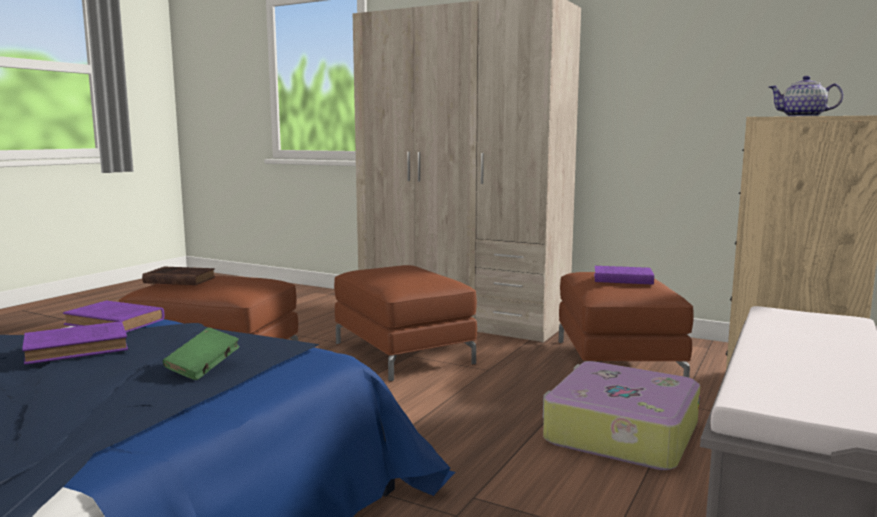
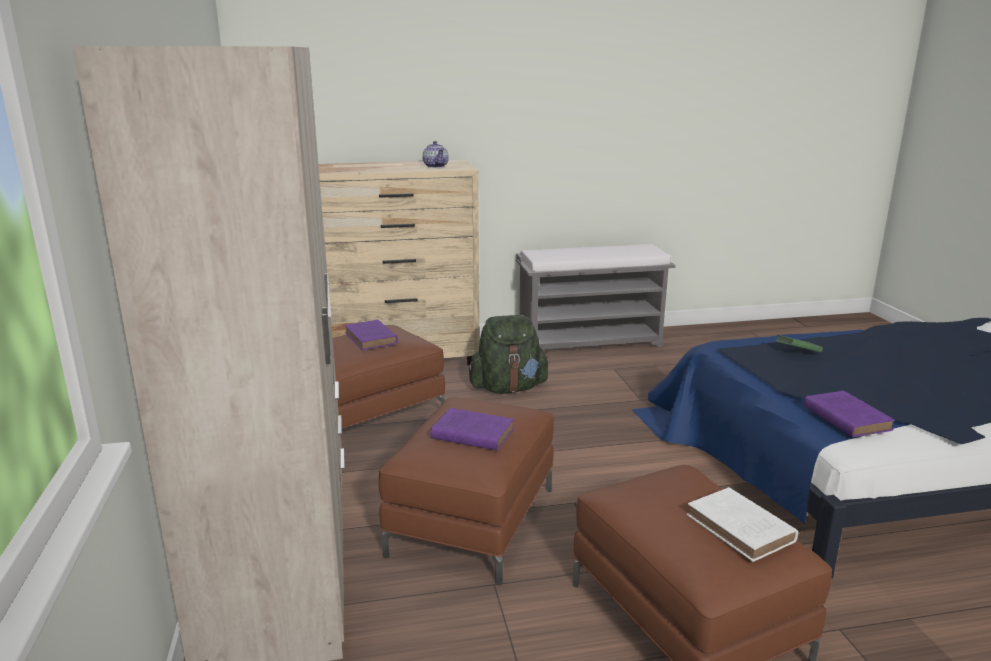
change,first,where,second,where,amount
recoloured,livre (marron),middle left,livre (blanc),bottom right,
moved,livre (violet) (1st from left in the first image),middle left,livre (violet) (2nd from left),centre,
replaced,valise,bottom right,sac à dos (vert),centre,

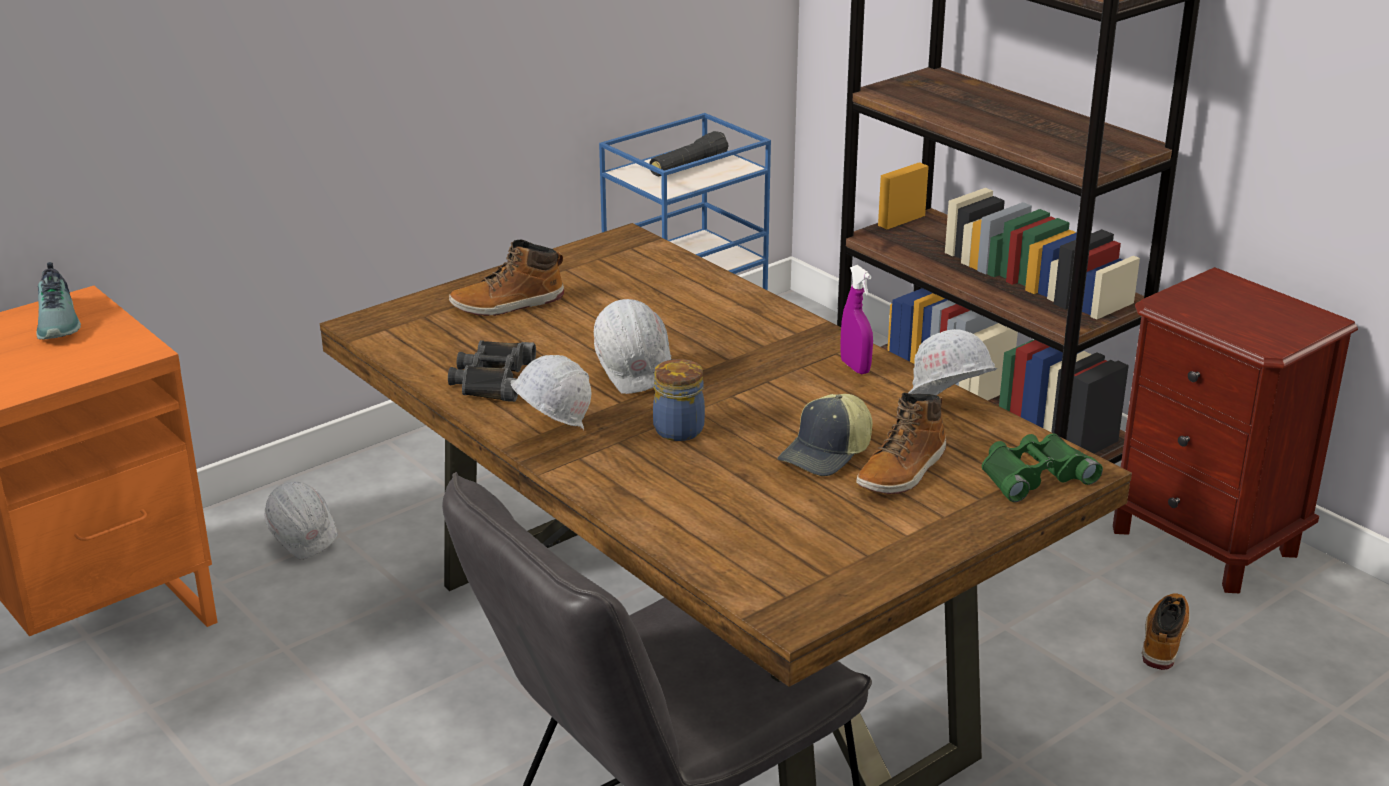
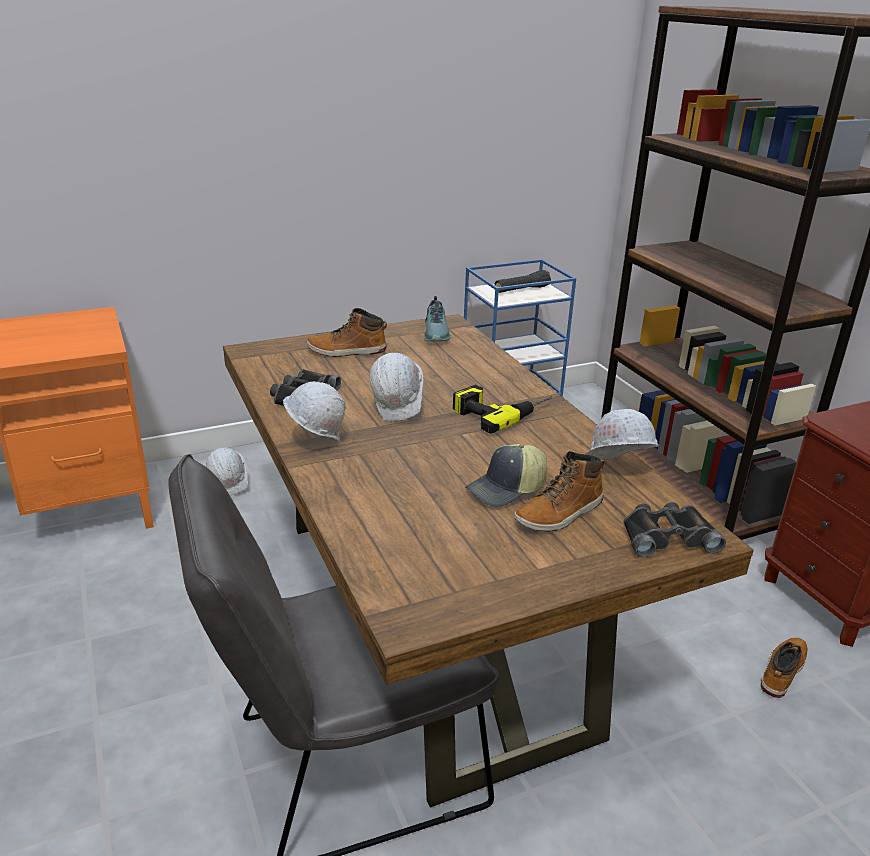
change,first,where,second,where,amount
moved,chaussure,middle left,,centre,
removed,vaporisateur (violet),centre,,,
removed,bocal,centre,,,
recoloured,jumelles (vert),middle right,jumelles (noir) (2nd from left),middle right,
added,,,perceuse,centre,

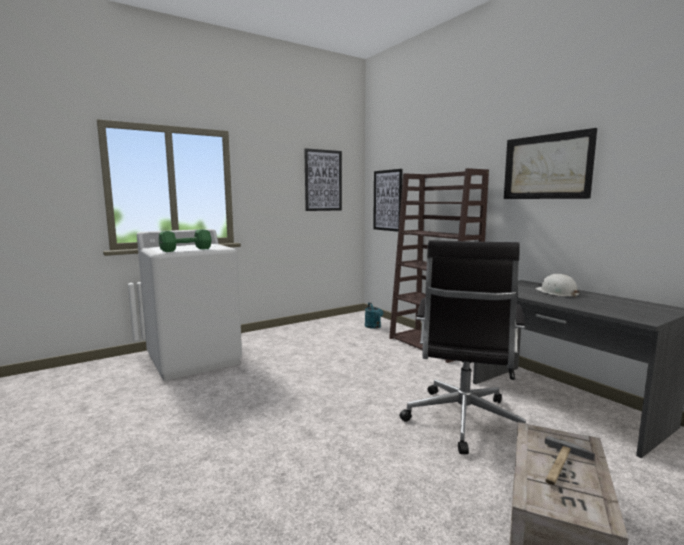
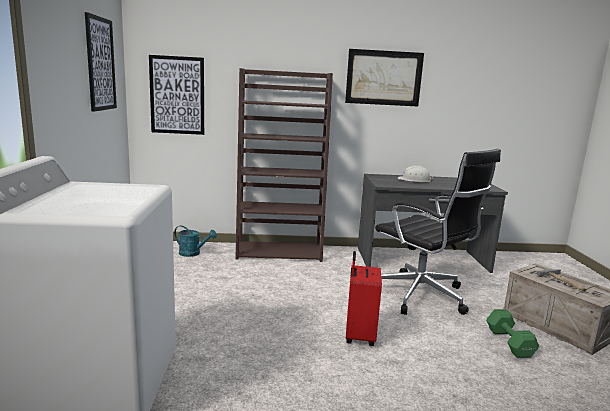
change,first,where,second,where,amount
moved,haltère (vert),middle left,,bottom right,
added,,,valise (rouge),bottom centre,

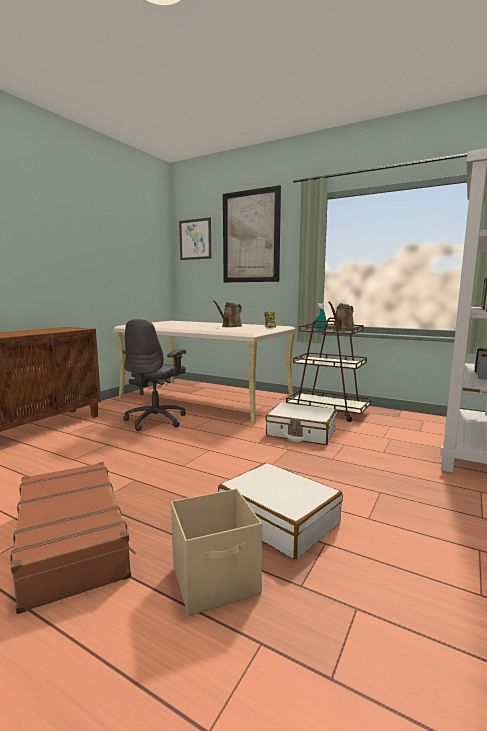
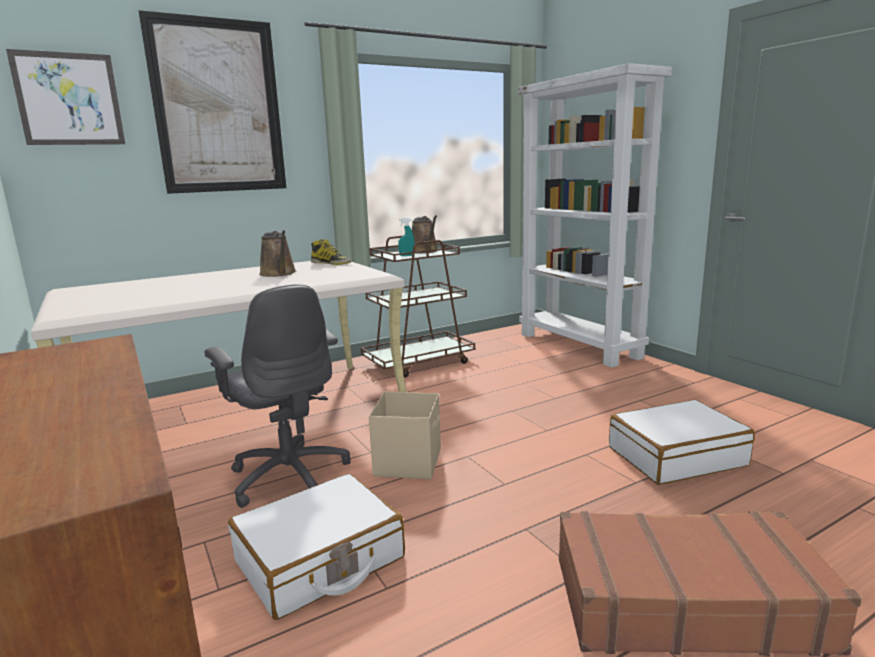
change,first,where,second,where,amount
moved,valise (blanc) (2nd from left in the first image),centre,valise (blanc) (1st from left),bottom centre,
moved,boîte de rangement (beige),bottom centre,,centre,

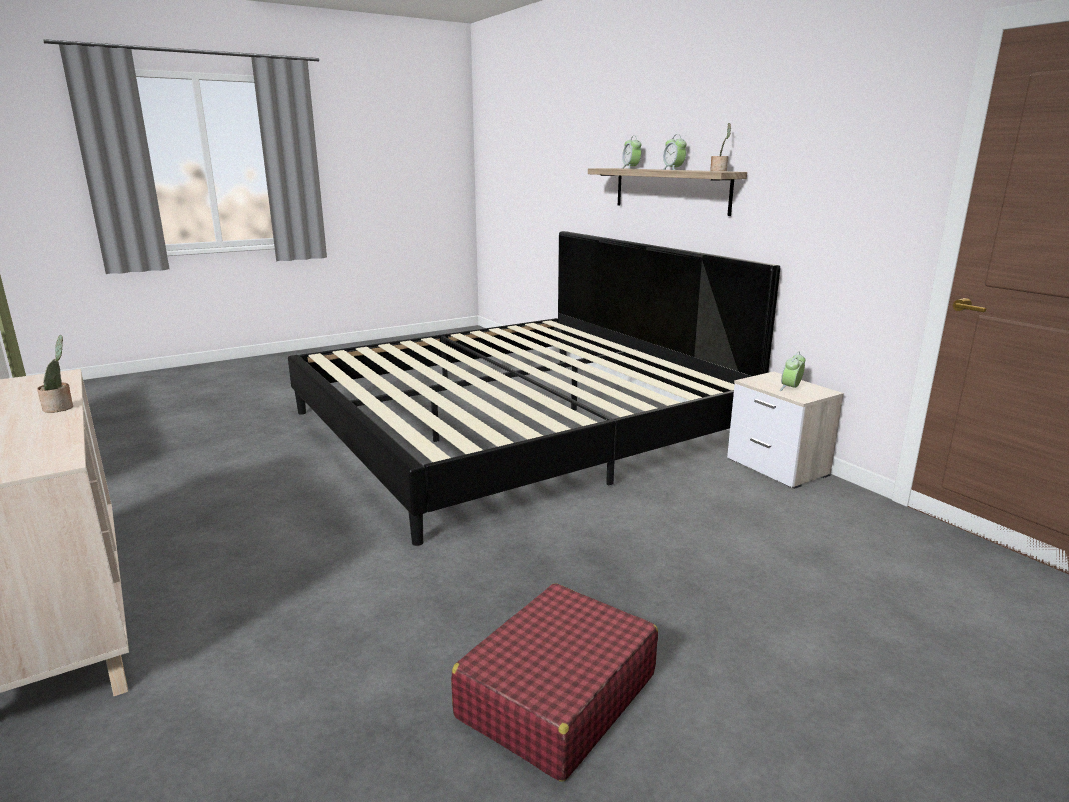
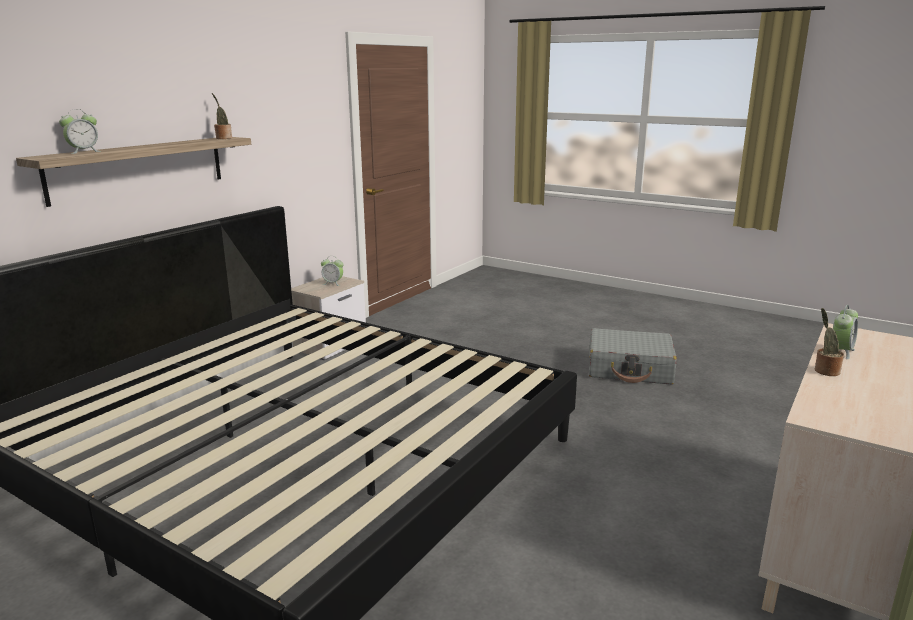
change,first,where,second,where,amount
moved,réveil (2nd from left in the first image),top centre,réveil (3rd from left),middle right,
recoloured,valise (rouge),bottom centre,valise (gris),middle right,

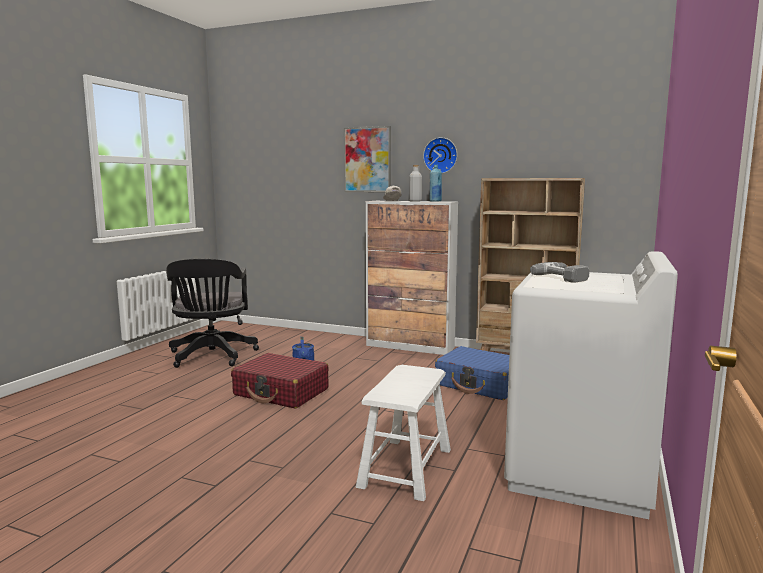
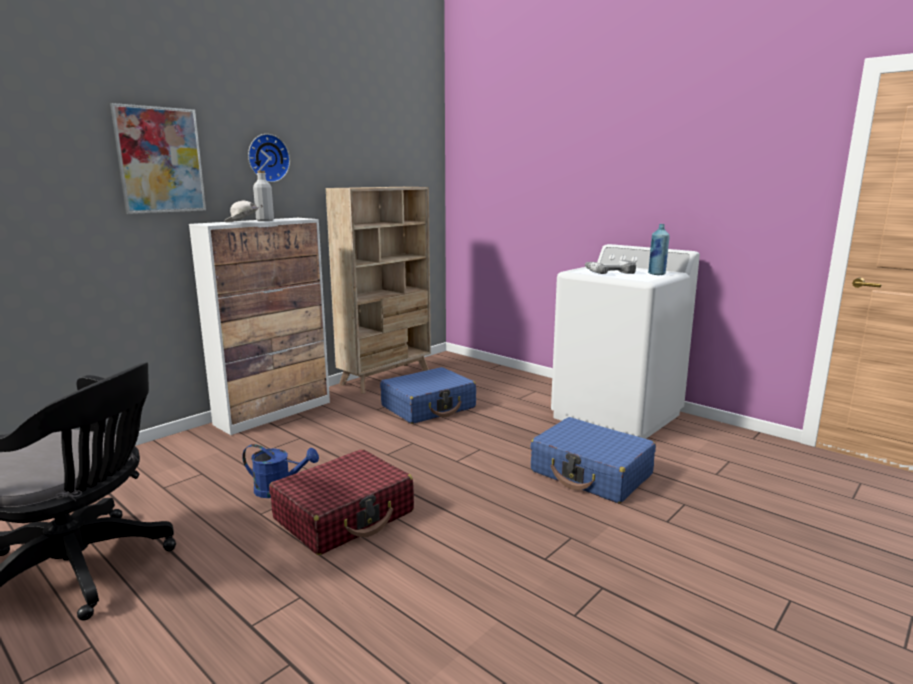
change,first,where,second,where,amount
moved,bouteille (bleu),top centre,,middle right,
replaced,tabouret (blanc),bottom centre,valise (bleu) (2nd from left),bottom centre,

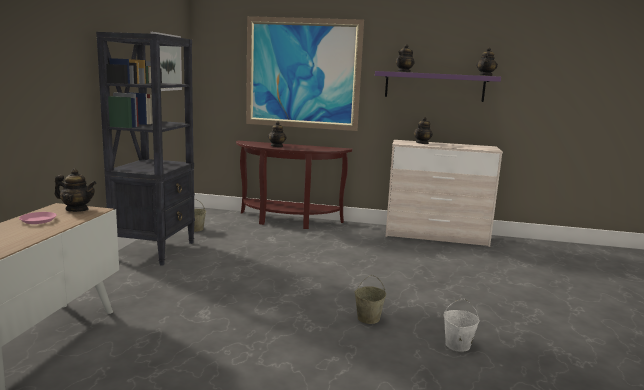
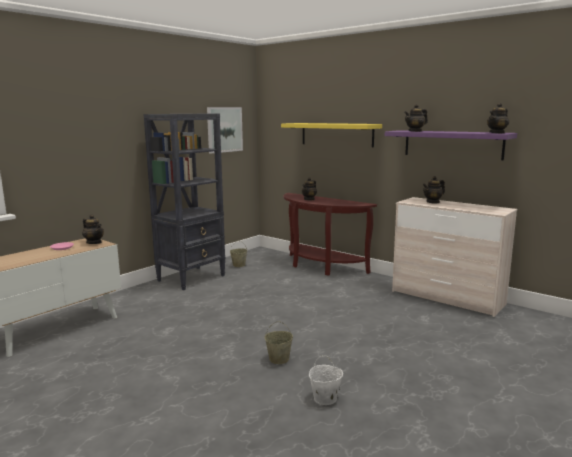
change,first,where,second,where,amount
replaced,tableau (2nd from left),top centre,étagère (jaune),top centre,

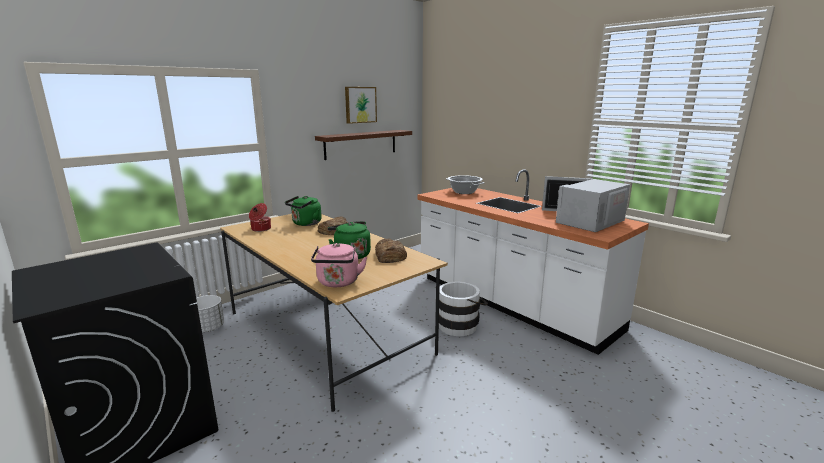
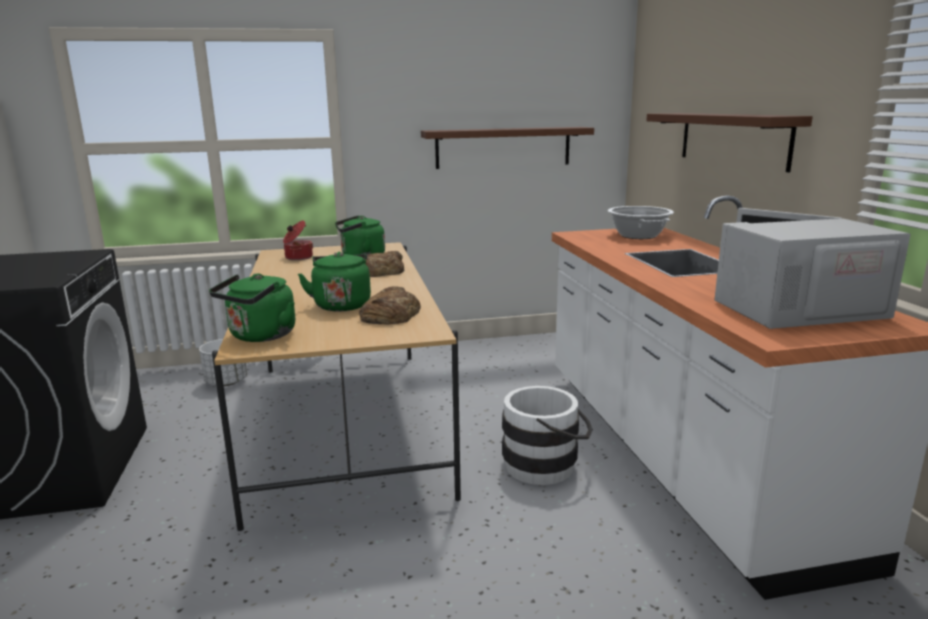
change,first,where,second,where,amount
removed,tableau,top centre,,,
recoloured,bouilloire (rose),centre,bouilloire (vert) (1st from left),middle left,
added,,,étagère (marron) (2nd from left),top right,

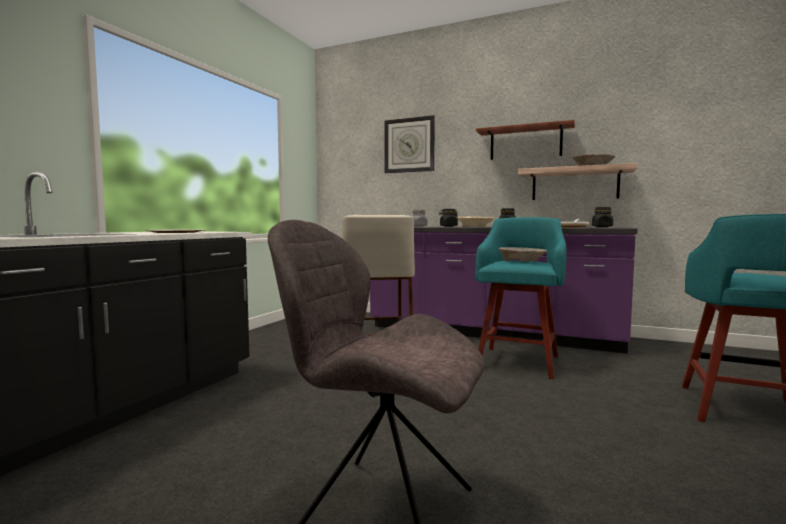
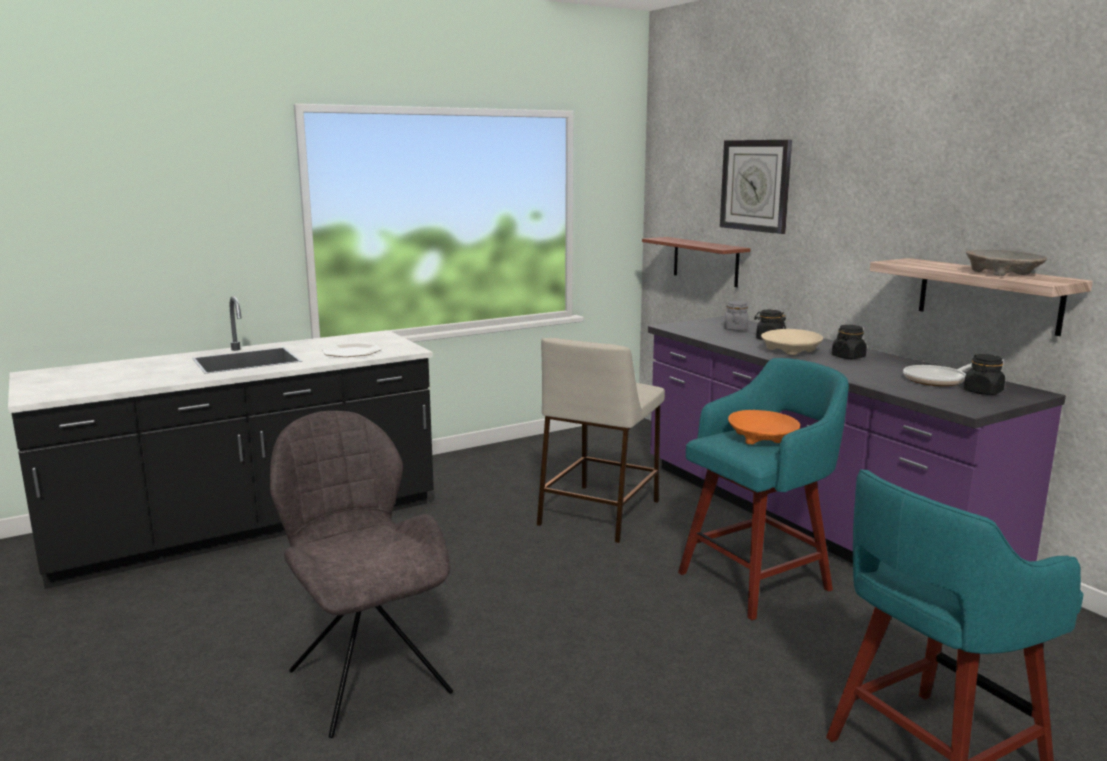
change,first,where,second,where,amount
moved,étagère (1st from left),top right,,centre,
recoloured,bol (beige) (2nd from left),centre,bol (orange),middle right,

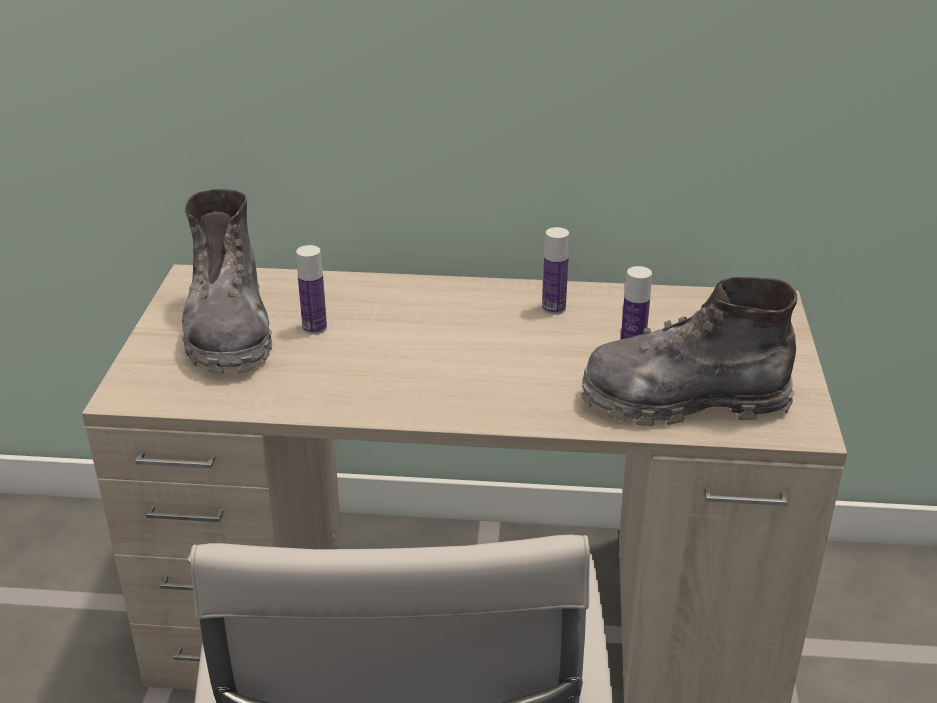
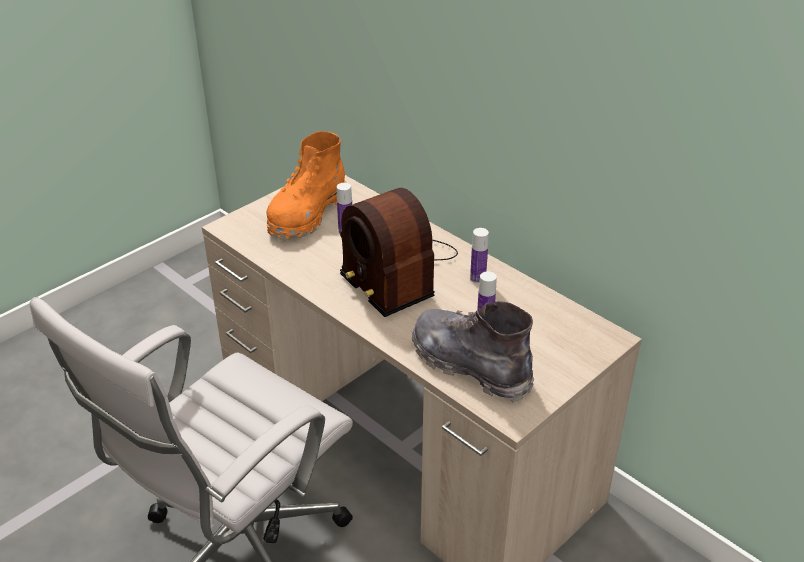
change,first,where,second,where,amount
recoloured,botte (gris) (1st from left),middle left,botte (orange),top centre,
added,,,radio,centre,

